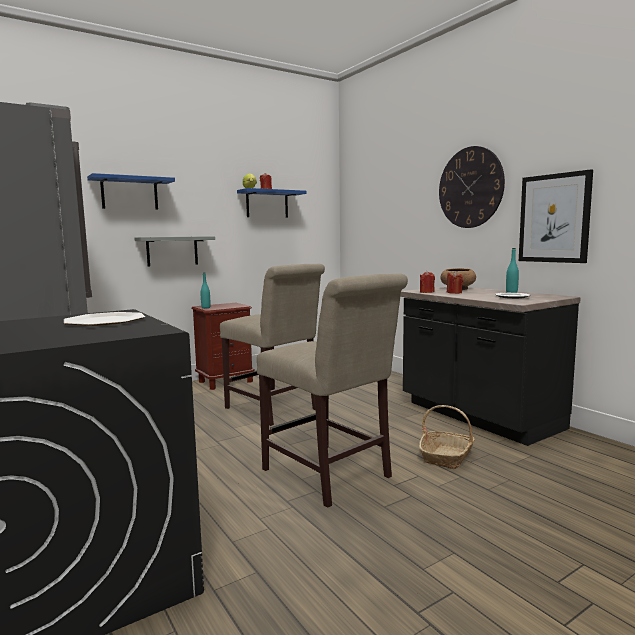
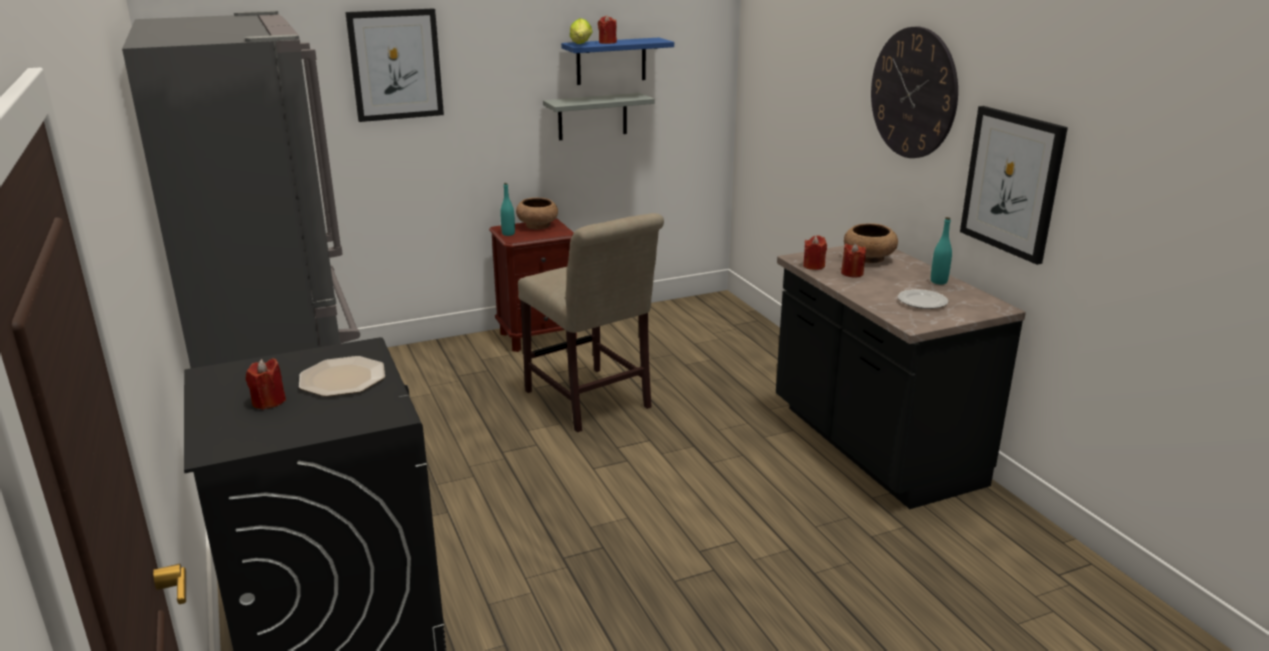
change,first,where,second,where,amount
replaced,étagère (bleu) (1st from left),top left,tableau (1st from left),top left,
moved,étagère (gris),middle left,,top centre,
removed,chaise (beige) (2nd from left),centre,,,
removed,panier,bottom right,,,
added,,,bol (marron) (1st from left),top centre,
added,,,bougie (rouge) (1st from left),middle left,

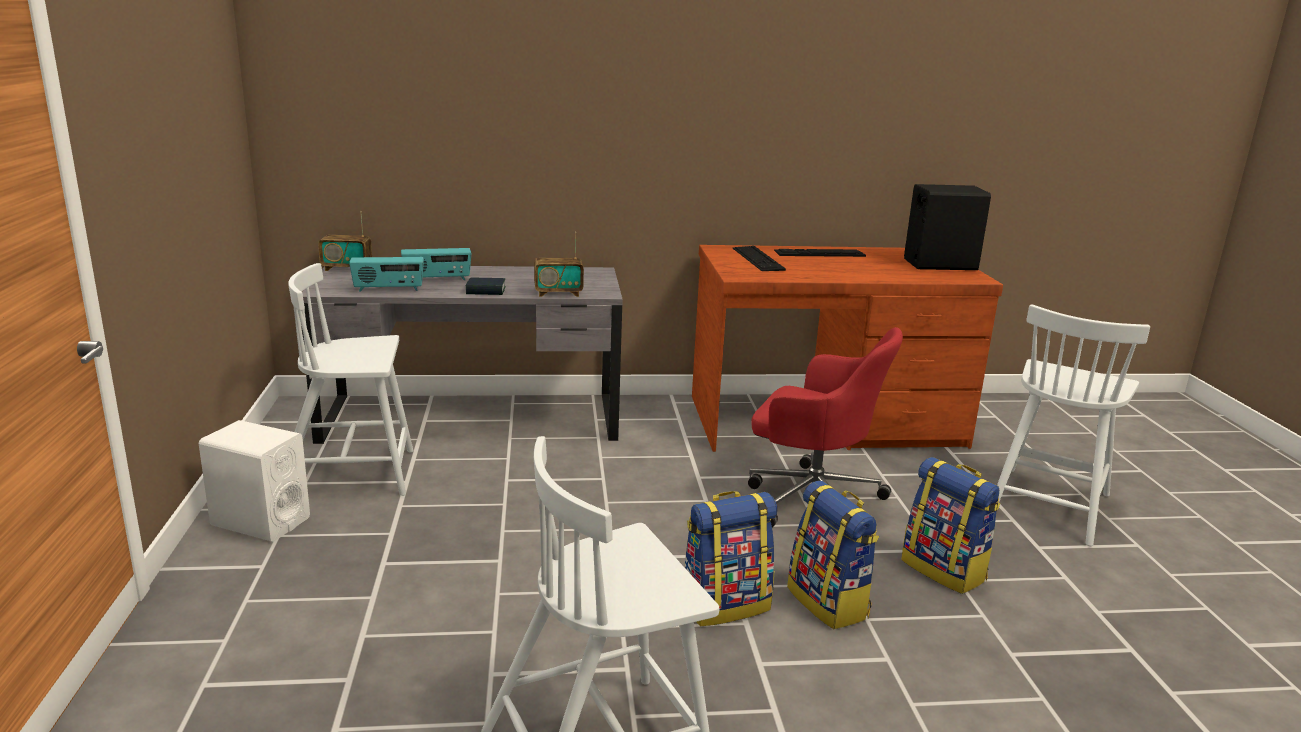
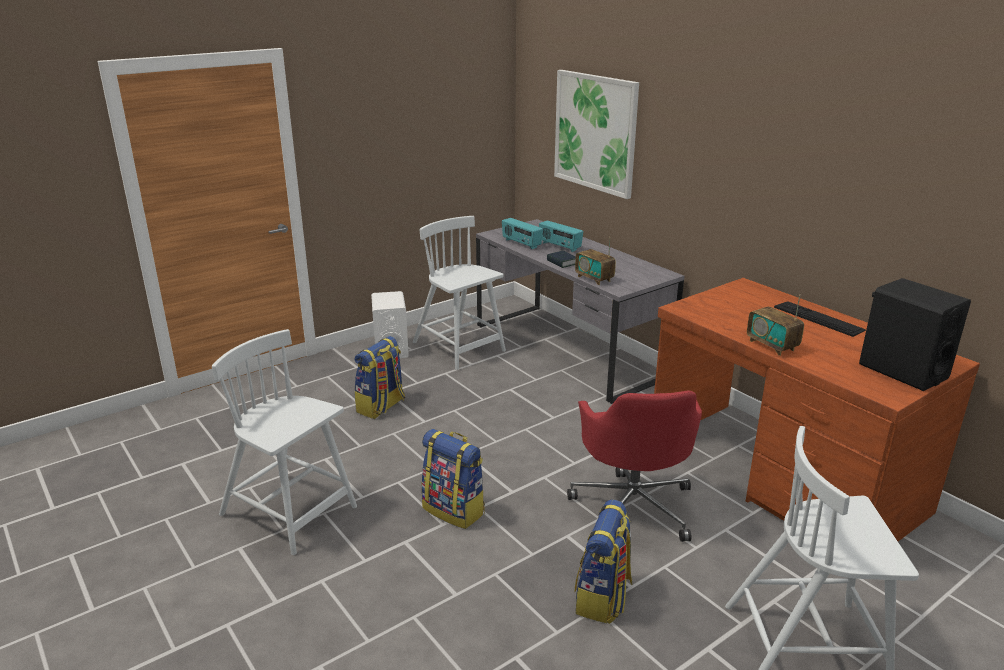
change,first,where,second,where,amount
moved,radio (1st from left in the first image),top left,radio (4th from left),middle right,
removed,clavier (1st from left),centre,,,
moved,sac à dos (2nd from left in the first image),bottom centre,sac à dos (1st from left),centre,
added,,,tableau,top centre,

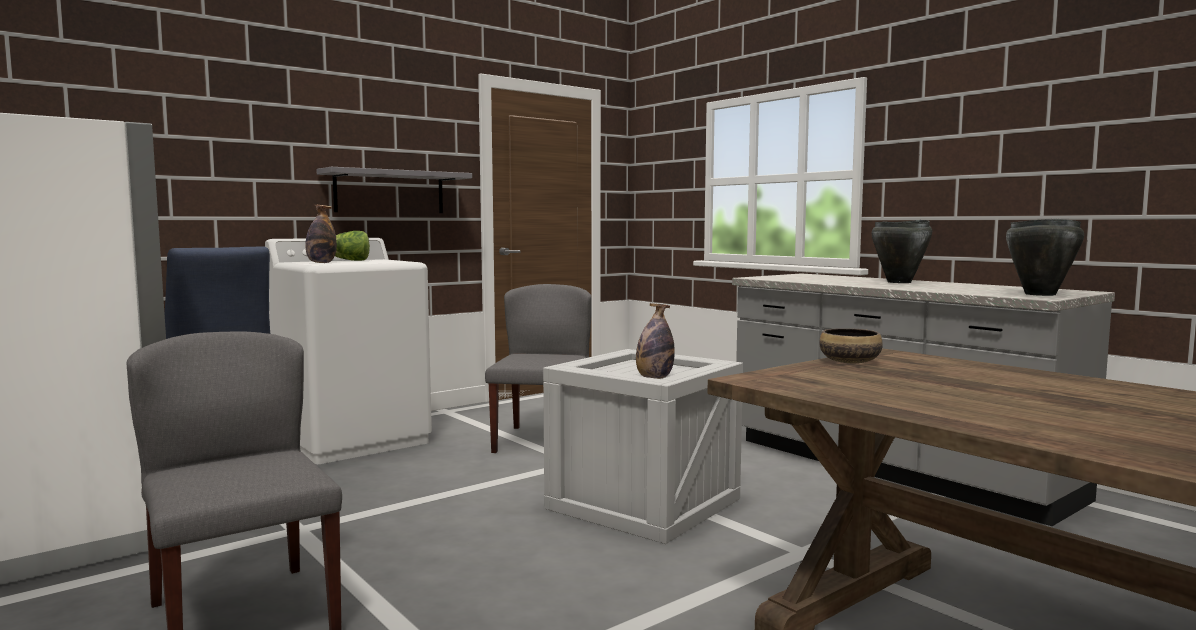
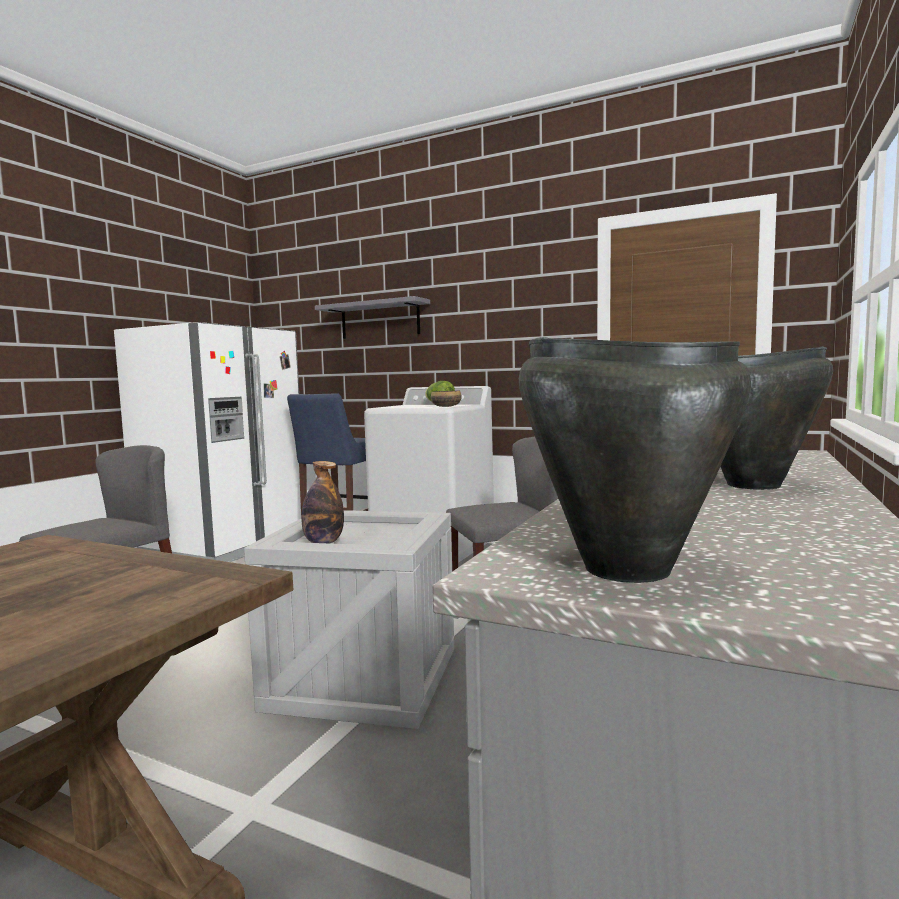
change,first,where,second,where,amount
moved,étagère (gris),top left,,centre,
removed,bouteille (1st from left),middle left,,,
moved,bol,middle right,,centre,

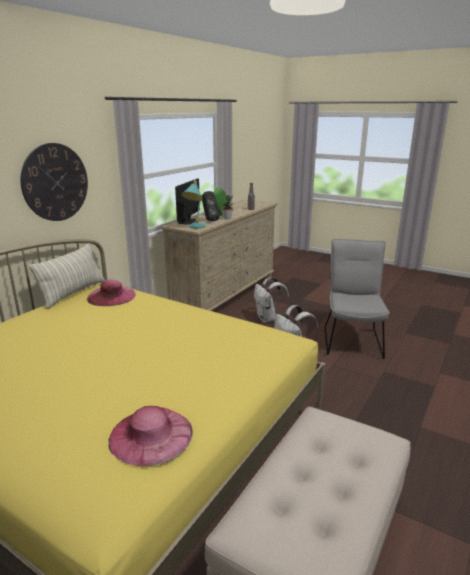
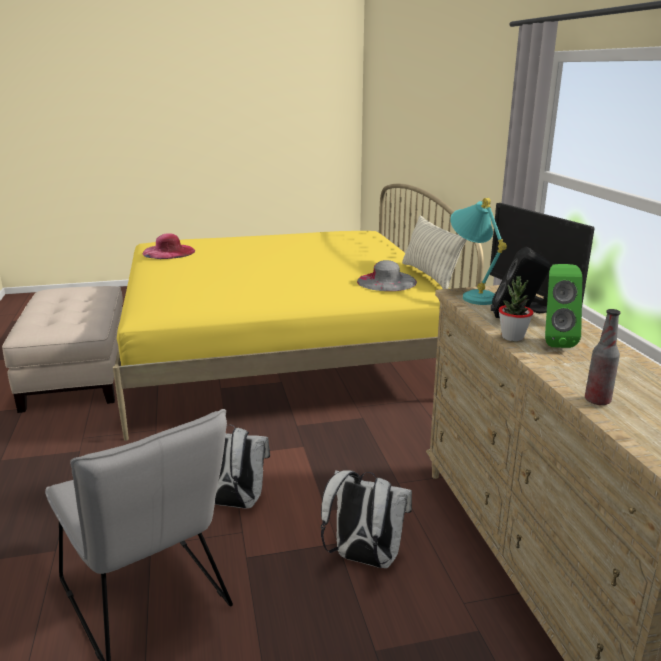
change,first,where,second,where,amount
removed,horloge murale,top left,,,
recoloured,chapeau (rose) (1st from left),middle left,chapeau (gris),centre,

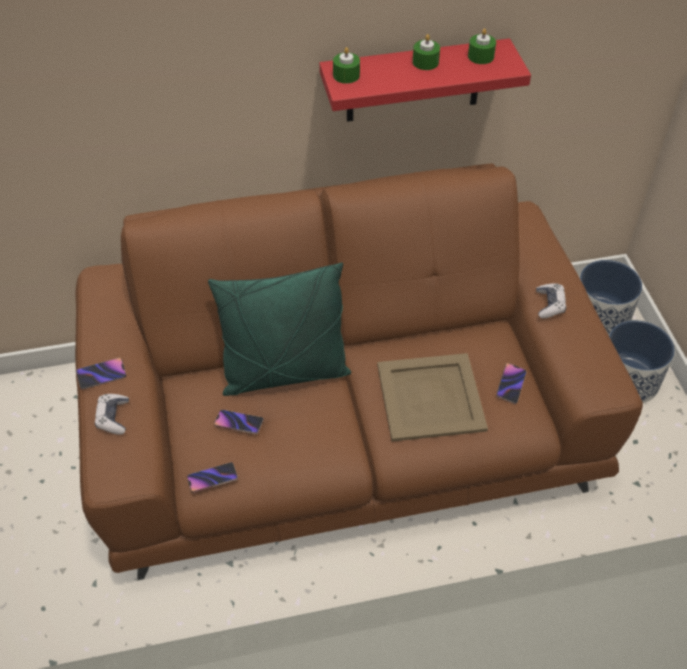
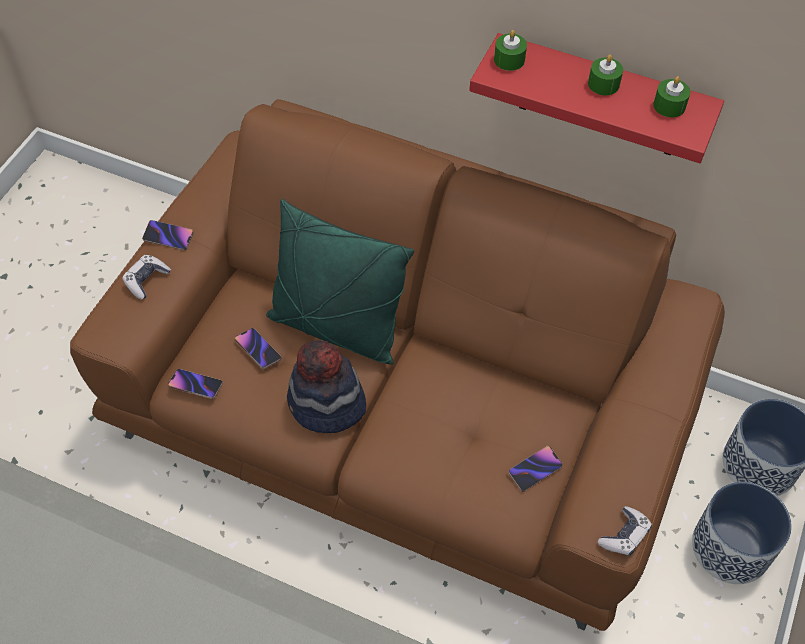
change,first,where,second,where,amount
moved,manette (2nd from left),middle right,,bottom right,
removed,plateau (beige),centre,,,
added,,,chapeau,centre,

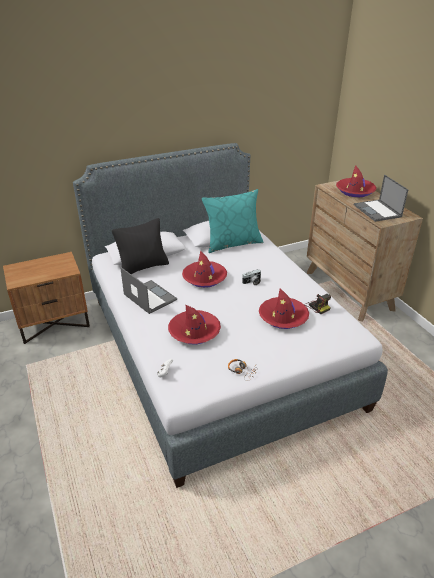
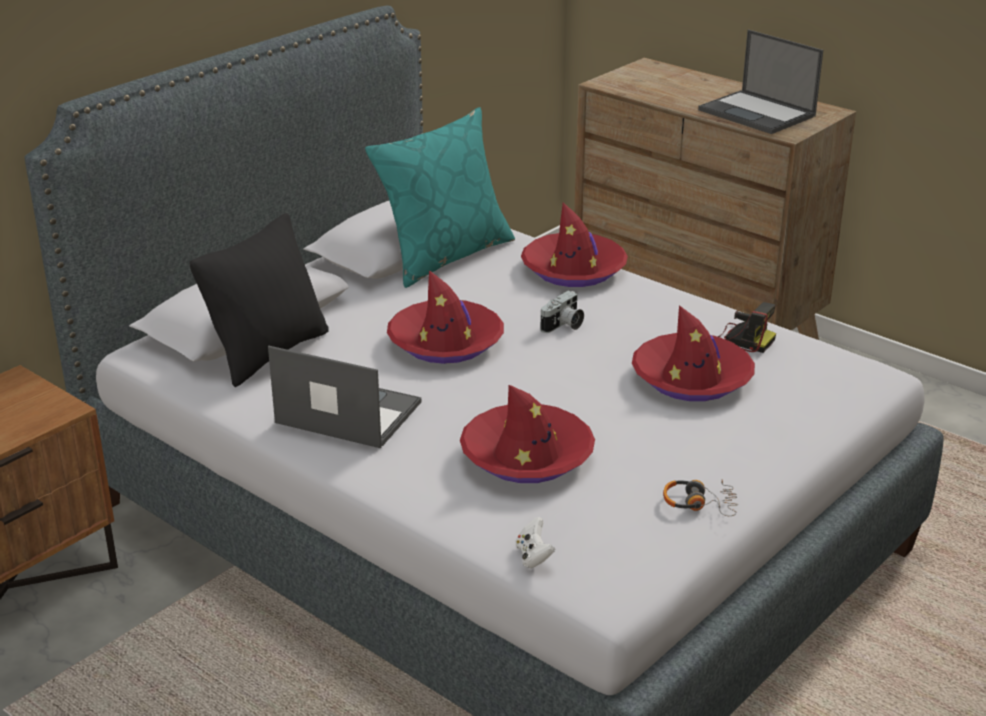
change,first,where,second,where,amount
moved,chapeau (rouge) (4th from left in the first image),top right,chapeau (rouge) (3rd from left),centre,

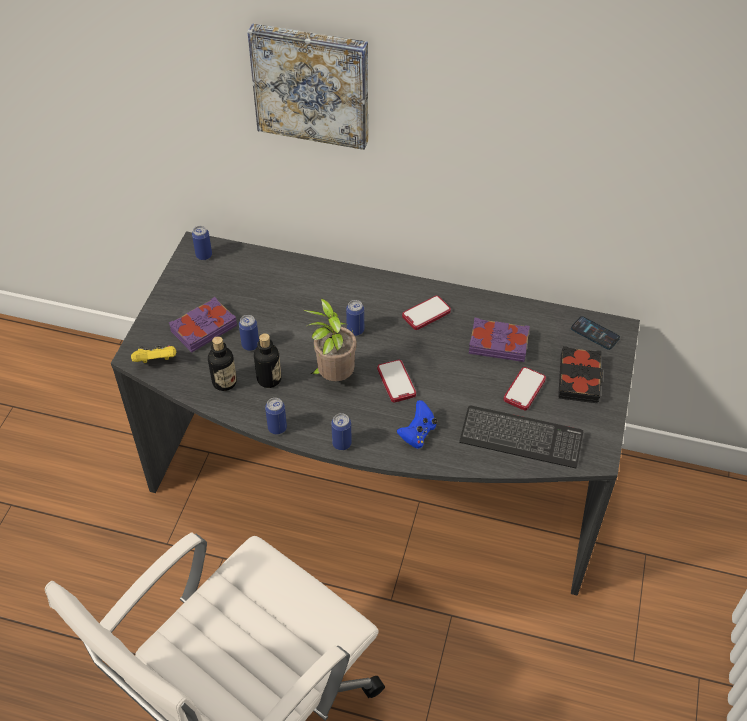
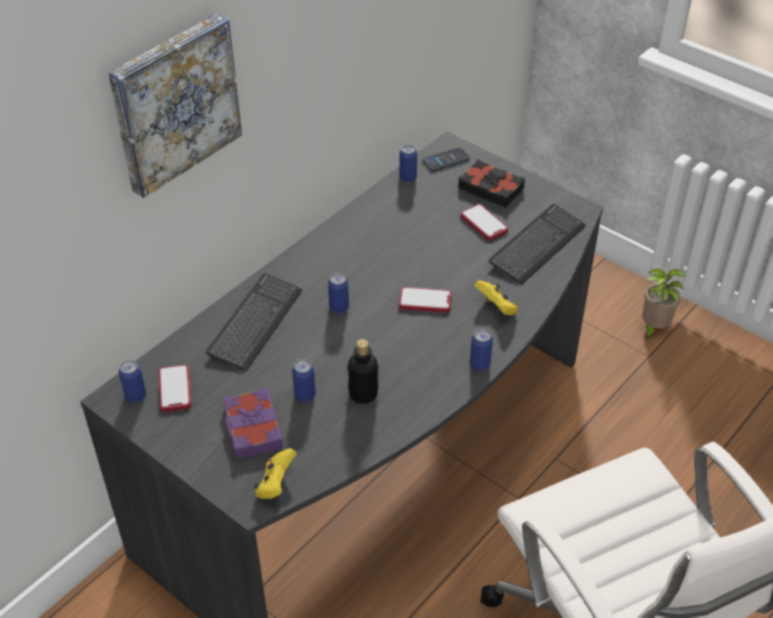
change,first,where,second,where,amount
moved,téléphone (2nd from left in the first image),centre,téléphone (1st from left),middle left,
moved,plante en pot,centre,,middle right,
removed,livre (violet) (2nd from left),middle right,,,
removed,bouteille (1st from left),middle left,,,
moved,boîte métallique (3rd from left in the first image),centre,boîte métallique (4th from left),top centre,
recoloured,manette (bleu),centre,manette (jaune) (2nd from left),centre,
added,,,clavier (1st from left),middle left,

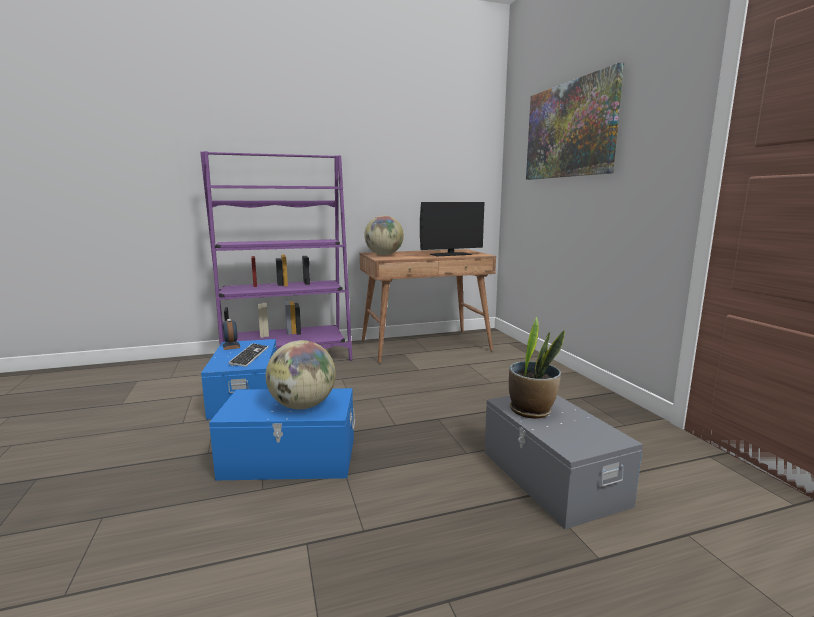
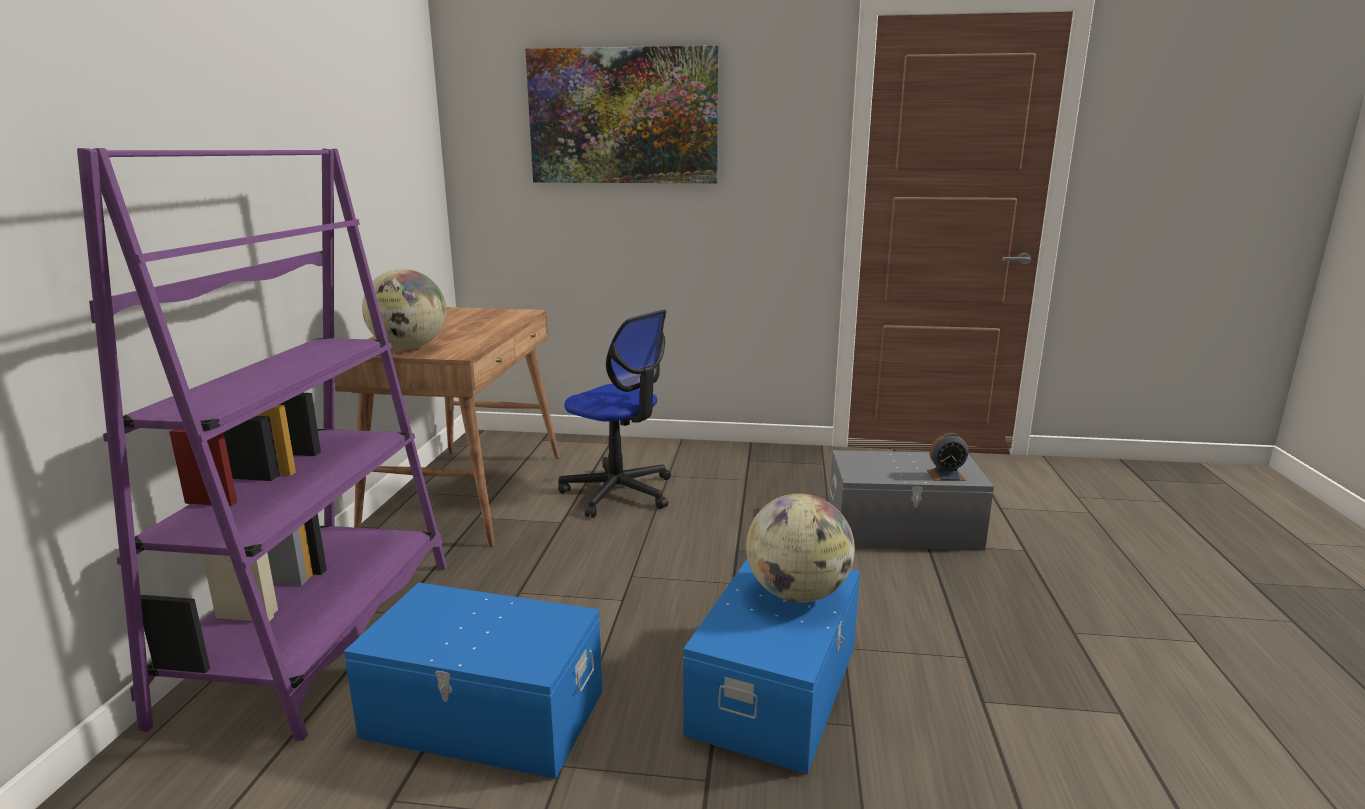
change,first,where,second,where,amount
removed,écran d'ordinateur,centre,,,
removed,plante en pot,centre,,,
moved,réveil,middle left,,middle right,
removed,clavier,middle left,,,
added,,,chaise de bureau,centre,

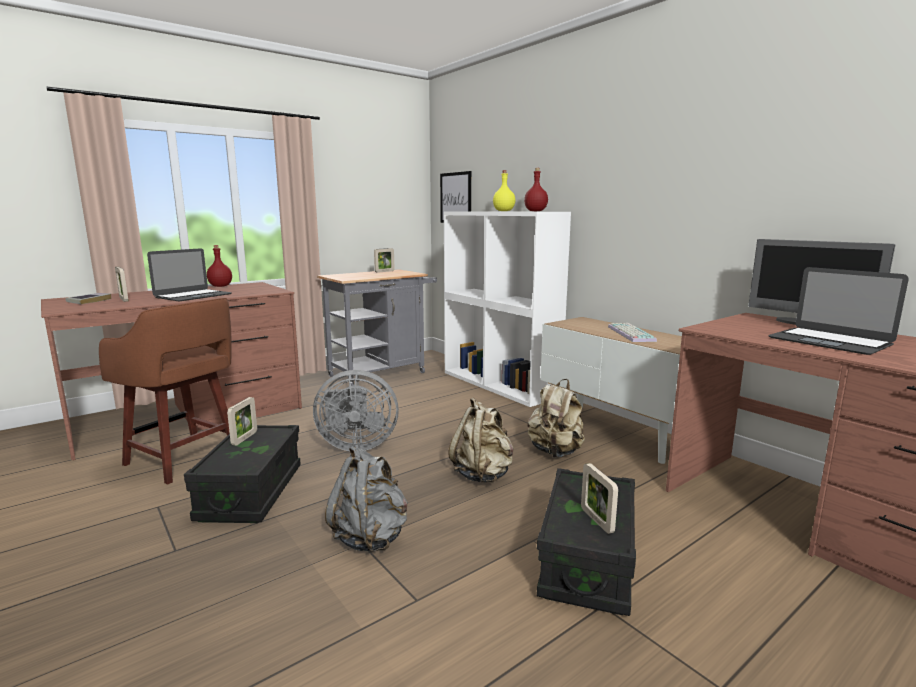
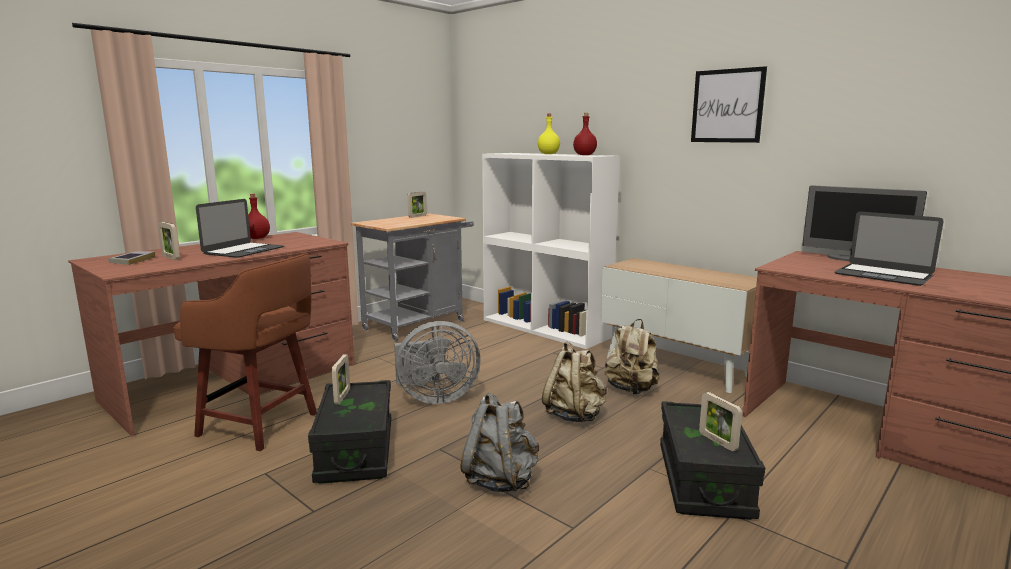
change,first,where,second,where,amount
moved,tableau,top centre,,top right,
removed,clavier,middle right,,,

